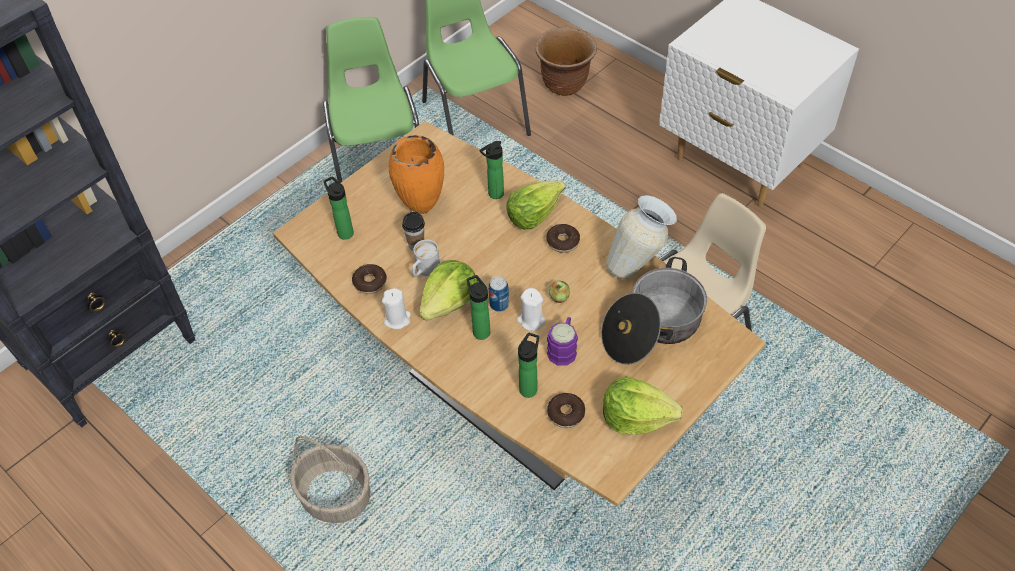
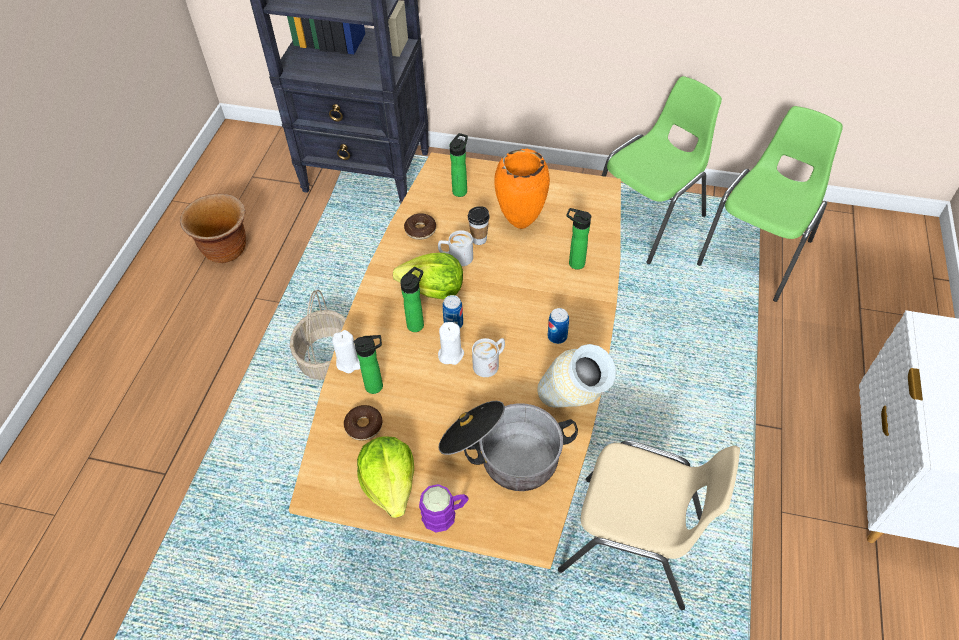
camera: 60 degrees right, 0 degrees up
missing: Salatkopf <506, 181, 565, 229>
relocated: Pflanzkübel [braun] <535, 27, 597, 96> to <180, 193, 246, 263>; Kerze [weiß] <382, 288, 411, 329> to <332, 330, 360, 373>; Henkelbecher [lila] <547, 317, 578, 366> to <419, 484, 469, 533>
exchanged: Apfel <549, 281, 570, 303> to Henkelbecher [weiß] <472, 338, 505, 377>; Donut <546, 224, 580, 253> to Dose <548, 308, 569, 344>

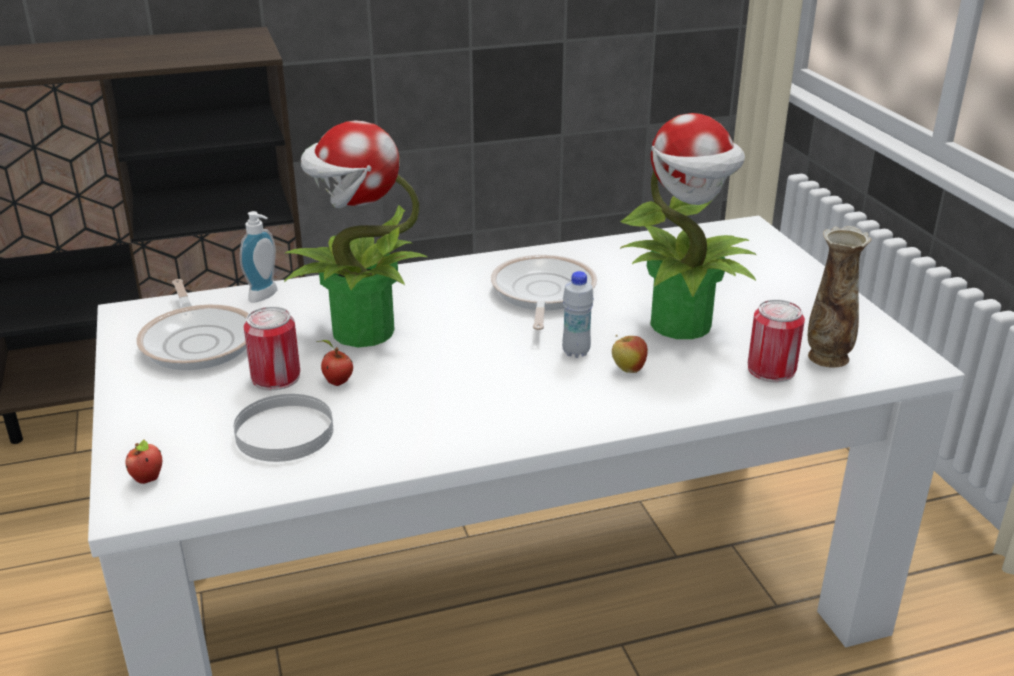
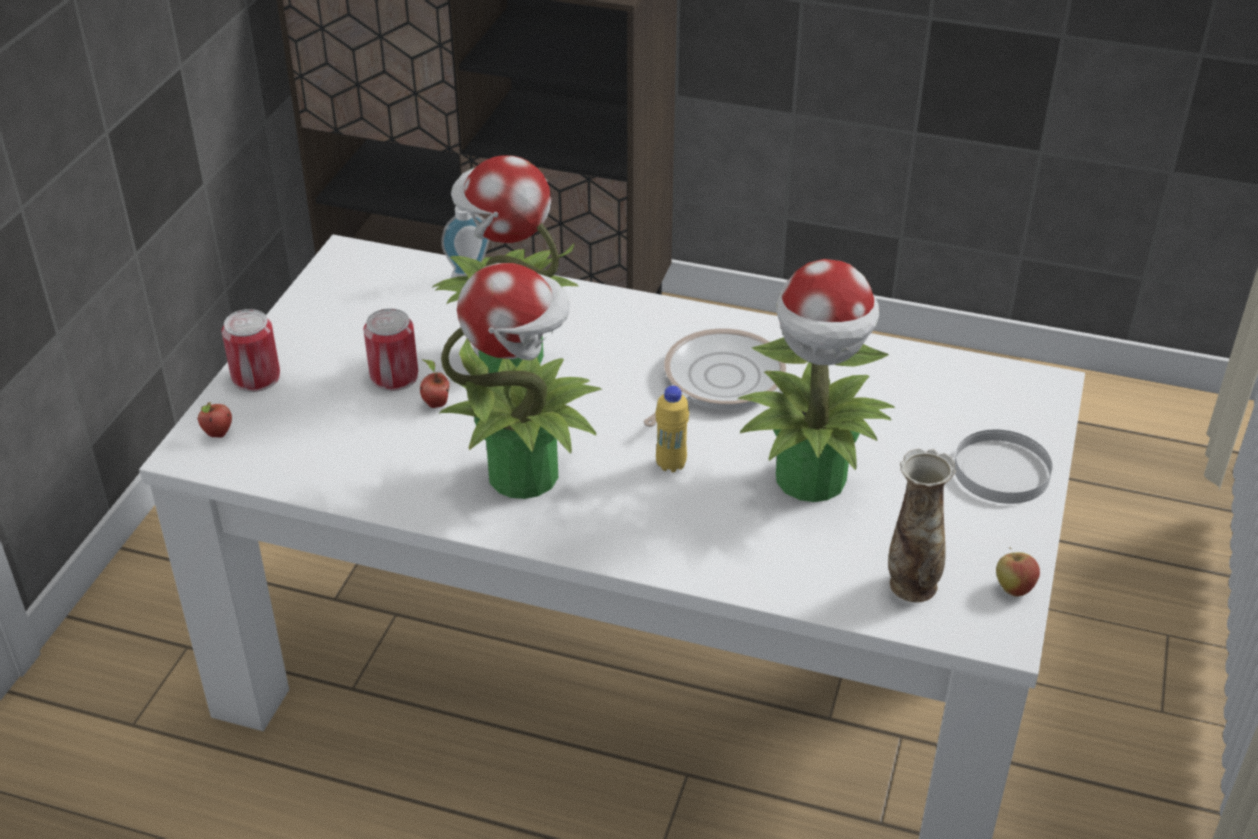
camera: 35 degrees right, 10 degrees up
missing: Pfanne <136, 279, 249, 370>
appeared: Topfpflanze <439, 263, 602, 499>
relocated: Dose <748, 299, 805, 382> to <222, 309, 280, 392>; Teller [weiß] <234, 394, 333, 462> to <954, 430, 1052, 504>; Apfel <612, 335, 648, 373> to <996, 547, 1040, 597>
colour: Flasche [weiß] <562, 271, 594, 358> to Flasche [gelb] <655, 386, 689, 472>

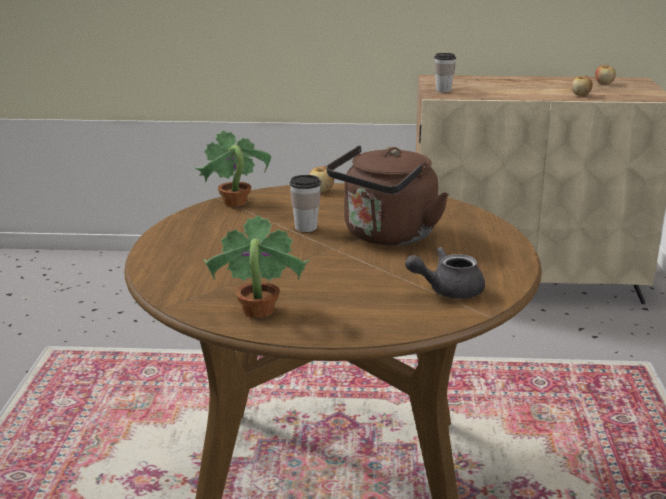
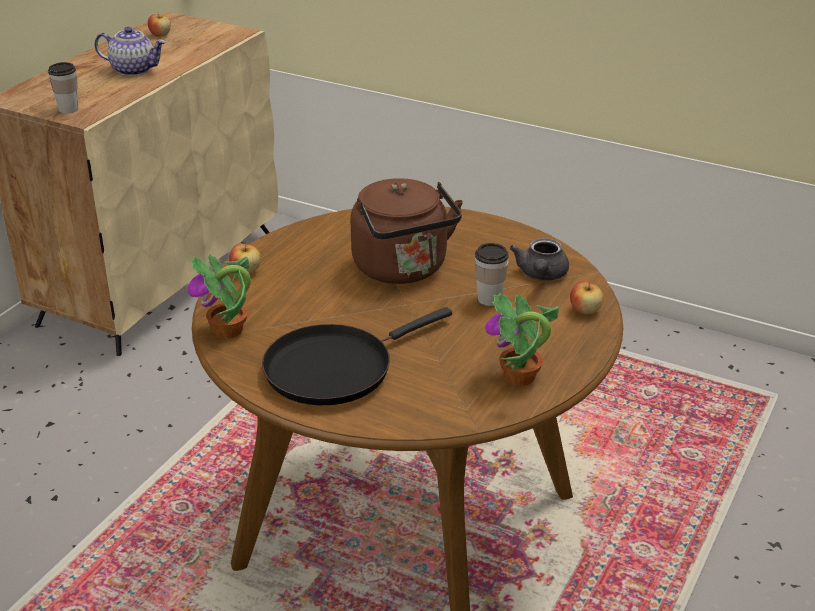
camera: 65 degrees left, 10 degrees up
appeared: Teekanne <95, 27, 166, 76>; Pfanne [schwarz] <262, 307, 452, 405>
relocated: Tasse <289, 175, 321, 232> to <474, 243, 509, 306>; Apfel <571, 75, 593, 96> to <570, 280, 604, 314>

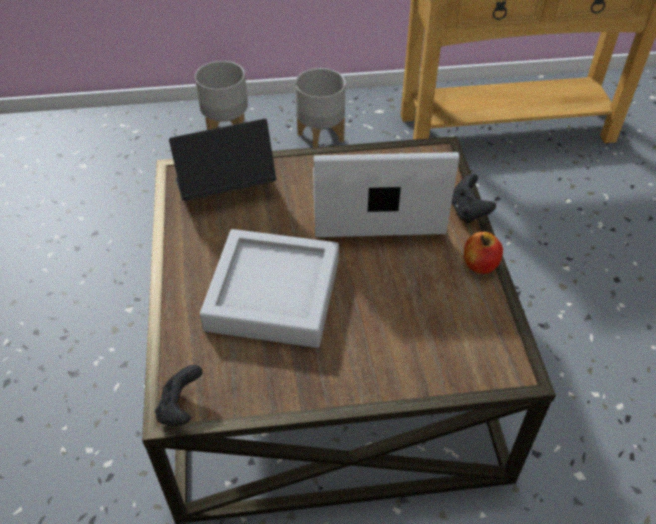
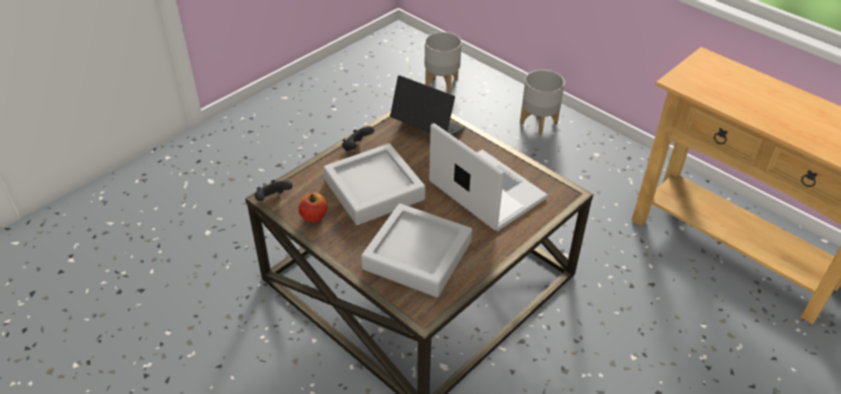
camera: 50 degrees right, 5 degrees down
appeared: Tablett [grau] <361, 203, 472, 297>
relocated: Apfel <464, 232, 503, 274> to <298, 193, 327, 222>; Gamepad [schwarz] <451, 174, 496, 223> to <342, 126, 374, 151>; Pflanzkübel [grau] <295, 68, 346, 148> to <425, 32, 462, 93>

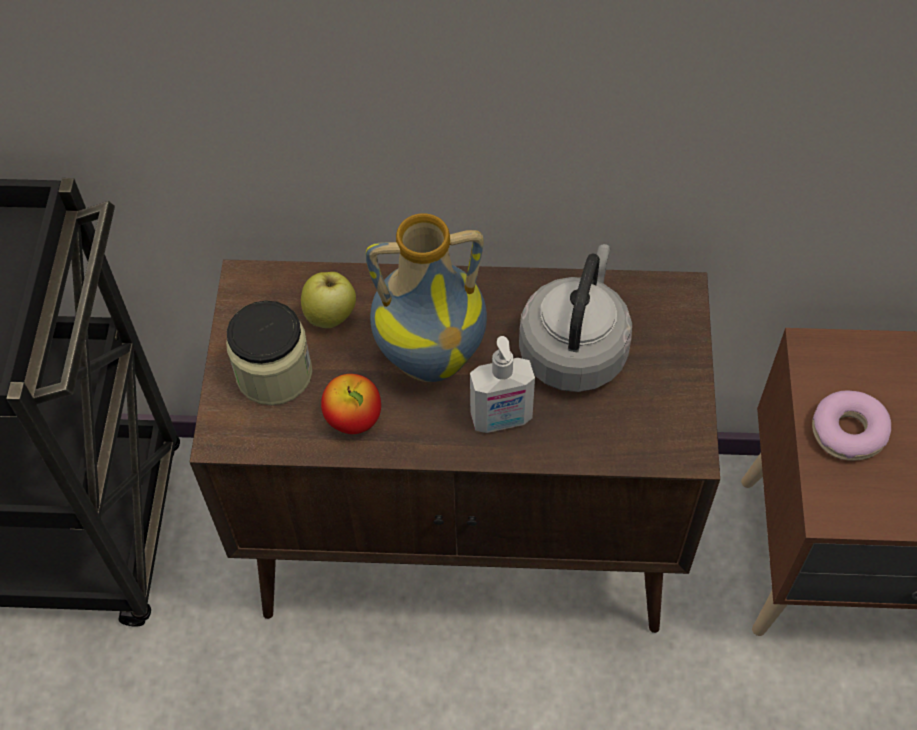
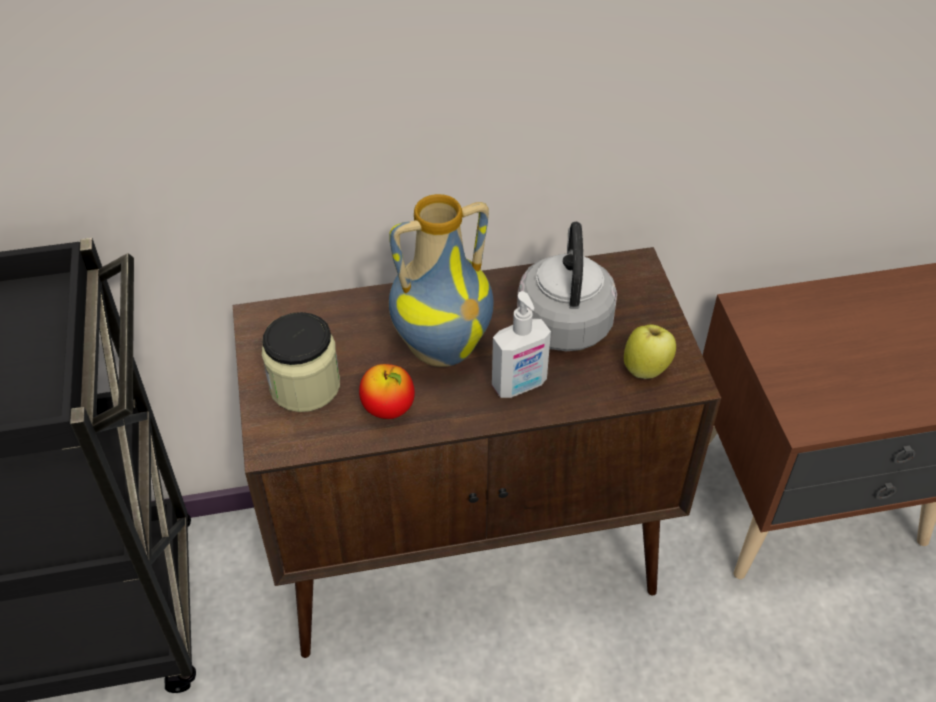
camera: 15 degrees left, 10 degrees down
missing: Donut <812, 391, 891, 461>
relocated: Apfel <301, 272, 356, 328> to <624, 324, 676, 379>

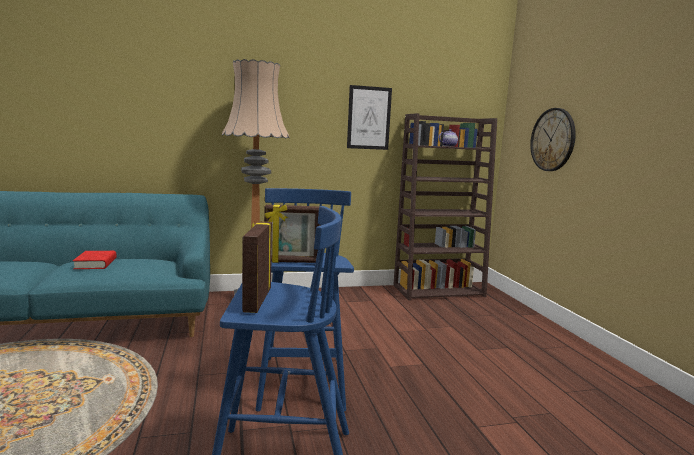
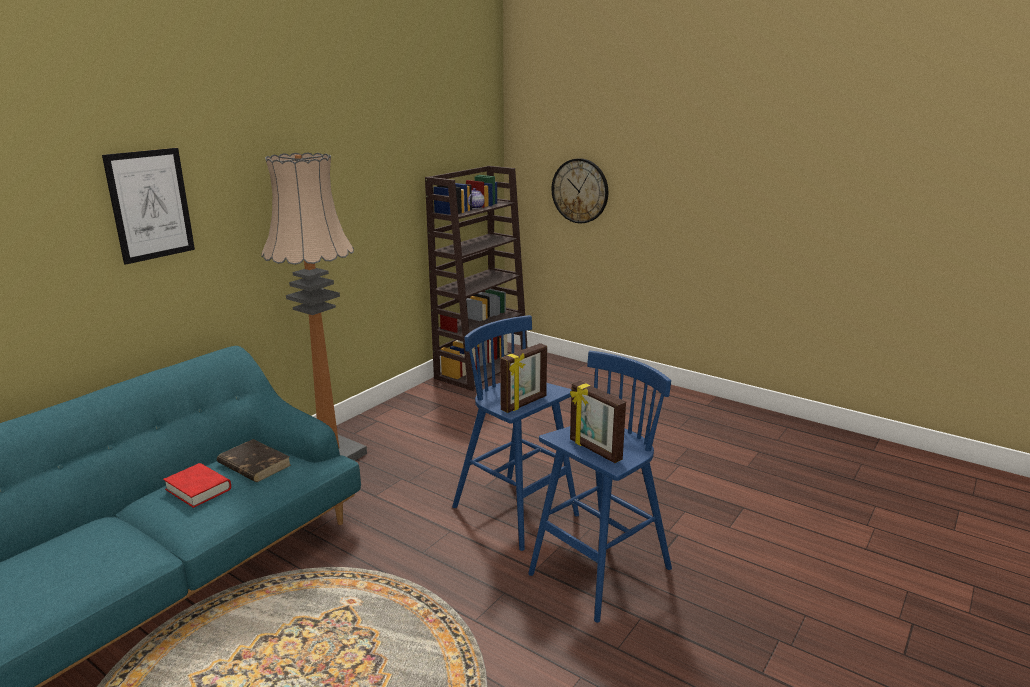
camera: 40 degrees left, 10 degrees up
appeared: Buch [braun] <217, 439, 291, 482>
relocated: Bild <347, 85, 392, 150> to <102, 148, 195, 265>

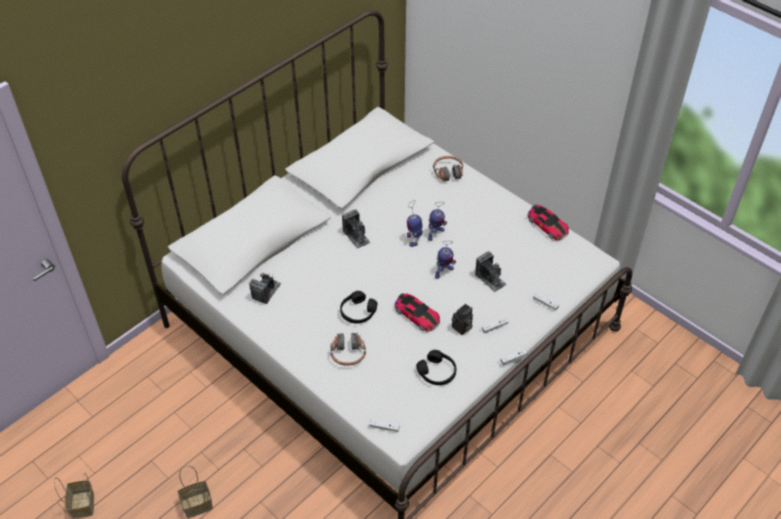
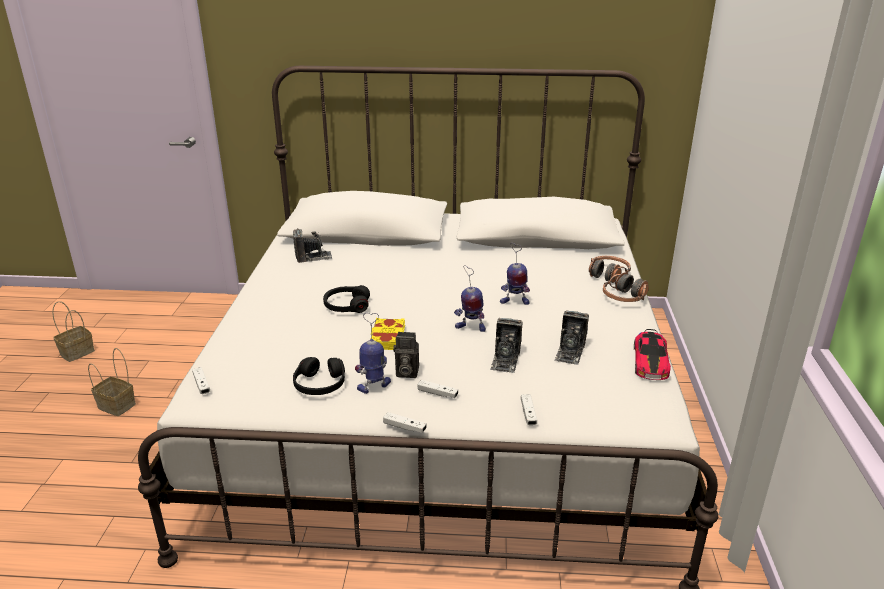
camera: 50 degrees right, 20 degrees down
relocated: Spielzeugroboter <407, 200, 423, 247> to <355, 313, 391, 394>; Kamera <342, 209, 370, 249> to <554, 310, 589, 365>; Kopfhörer <330, 333, 366, 366> to <603, 272, 649, 302>
exchanged: Spielzeugauto <395, 293, 440, 332> to Buch [gelb] <372, 318, 405, 350>

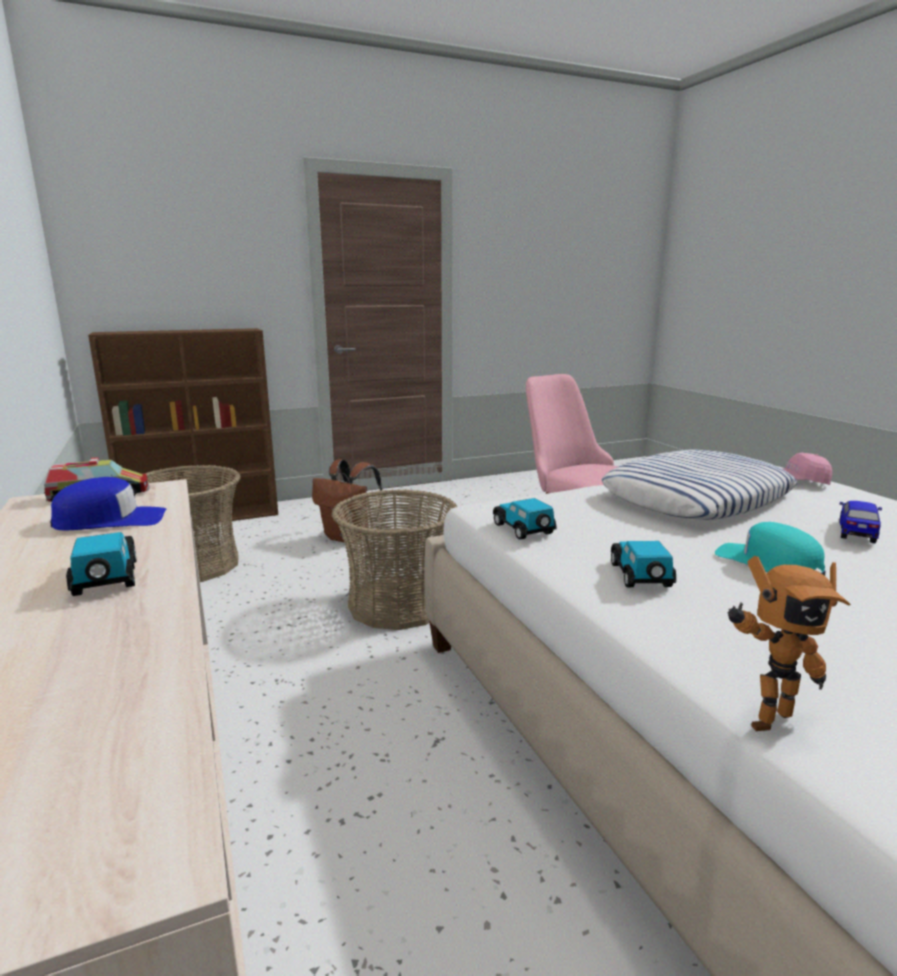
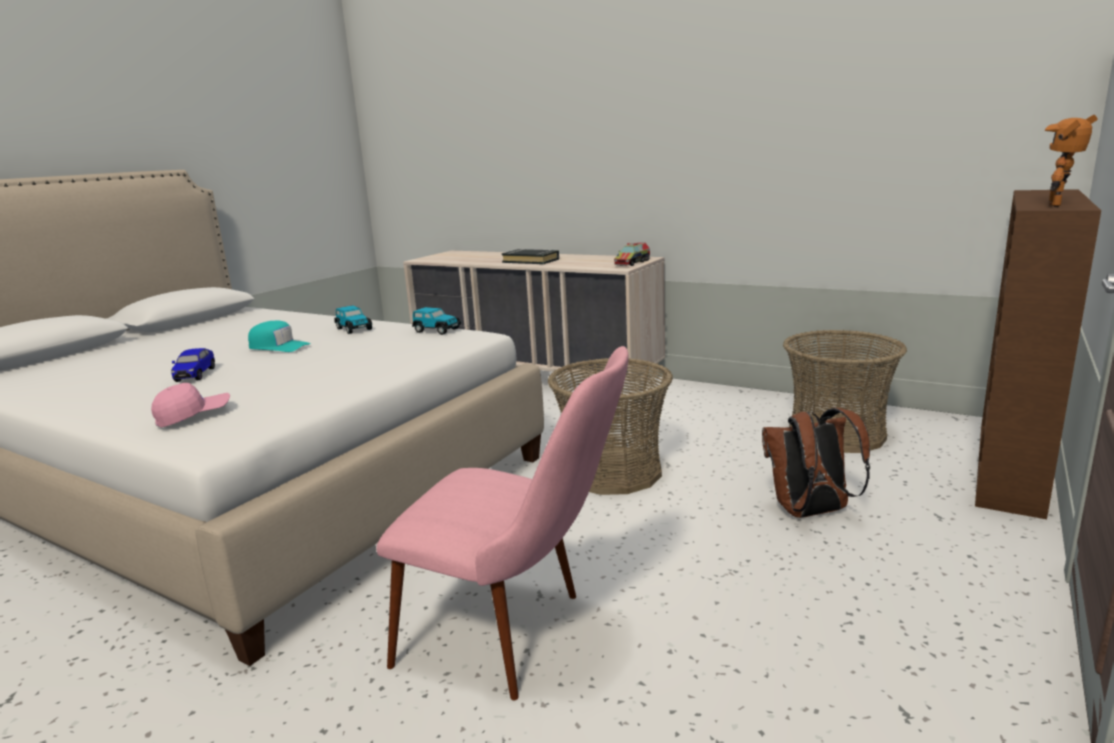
camera: 145 degrees right, 0 degrees up
missing: Kappe [blau] <50, 477, 166, 530>; Kissen <601, 449, 797, 520>
relocated: Spielzeugroboter <728, 556, 851, 731> to <1045, 115, 1098, 207>
exchanged: Spielzeugauto <66, 532, 136, 596> to Buch [schwarz] <502, 249, 559, 264>

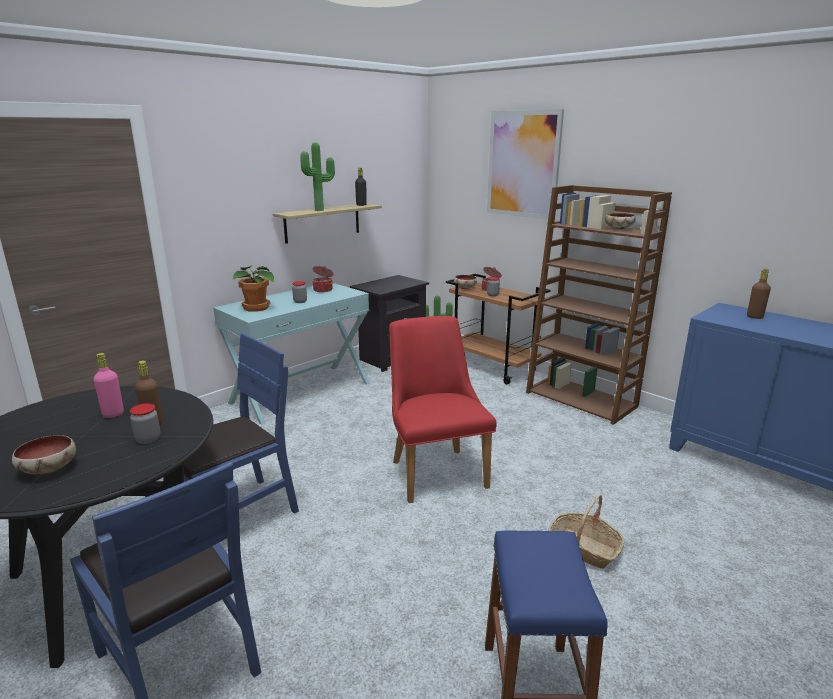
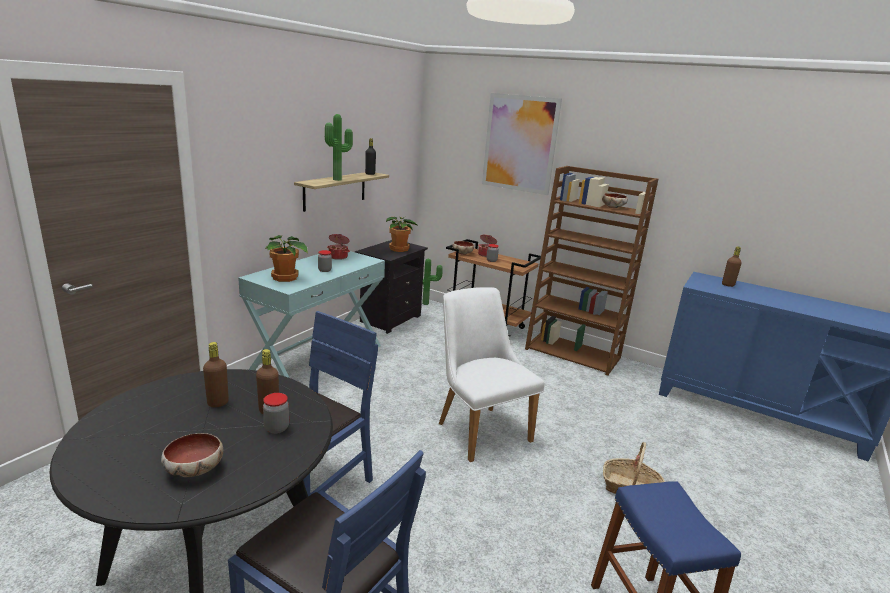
camera: 15 degrees left, 0 degrees up
appeared: Topfpflanze <386, 217, 418, 252>
colour: Flasche [rosa] <93, 353, 124, 418> to Flasche [braun] <203, 342, 229, 407>; Stuhl [rot] <389, 316, 497, 503> to Stuhl [weiß] <439, 287, 545, 462>

